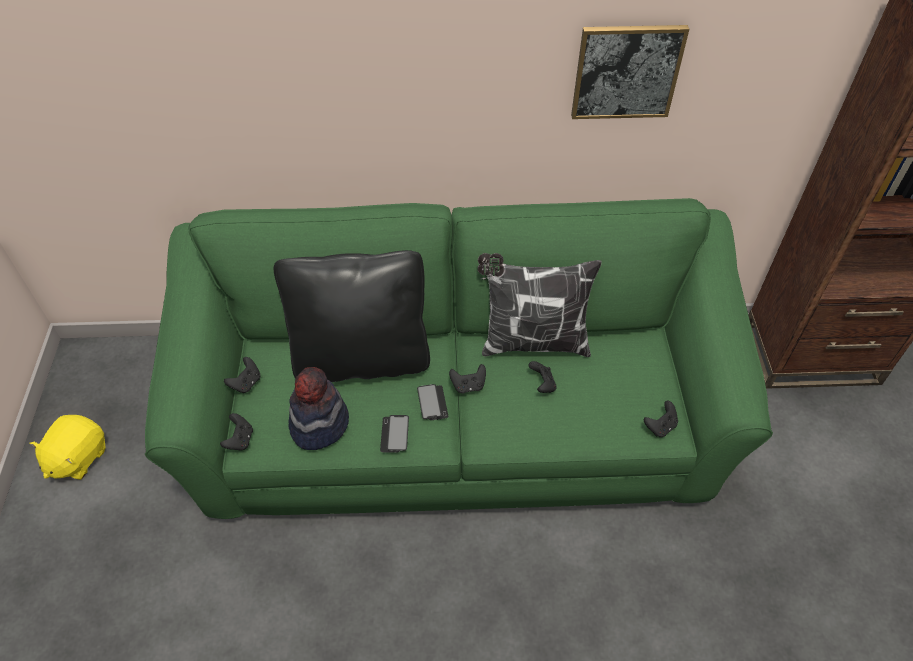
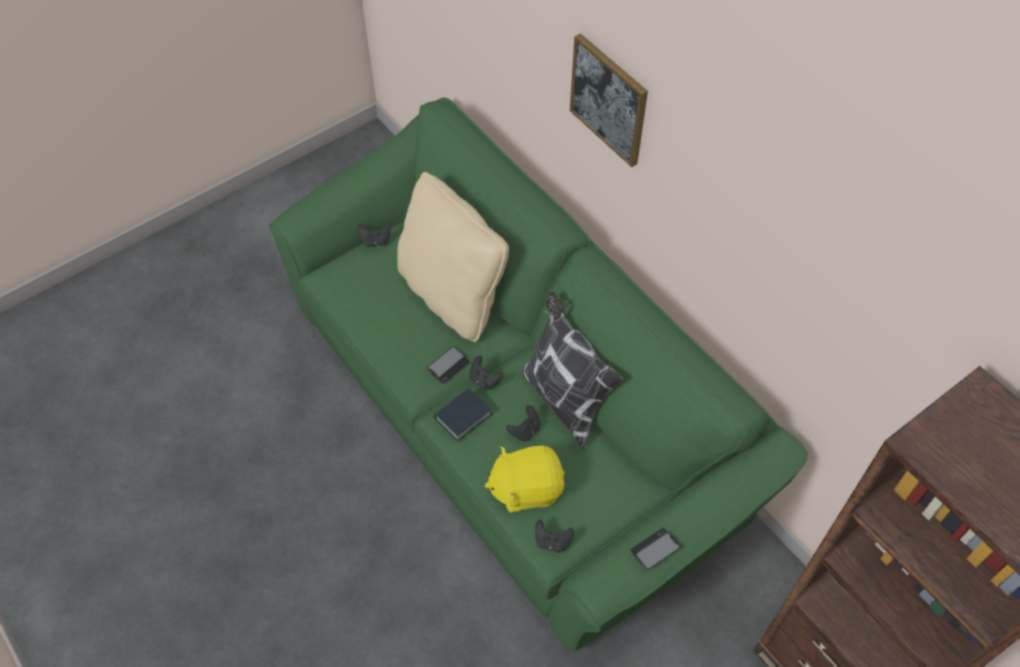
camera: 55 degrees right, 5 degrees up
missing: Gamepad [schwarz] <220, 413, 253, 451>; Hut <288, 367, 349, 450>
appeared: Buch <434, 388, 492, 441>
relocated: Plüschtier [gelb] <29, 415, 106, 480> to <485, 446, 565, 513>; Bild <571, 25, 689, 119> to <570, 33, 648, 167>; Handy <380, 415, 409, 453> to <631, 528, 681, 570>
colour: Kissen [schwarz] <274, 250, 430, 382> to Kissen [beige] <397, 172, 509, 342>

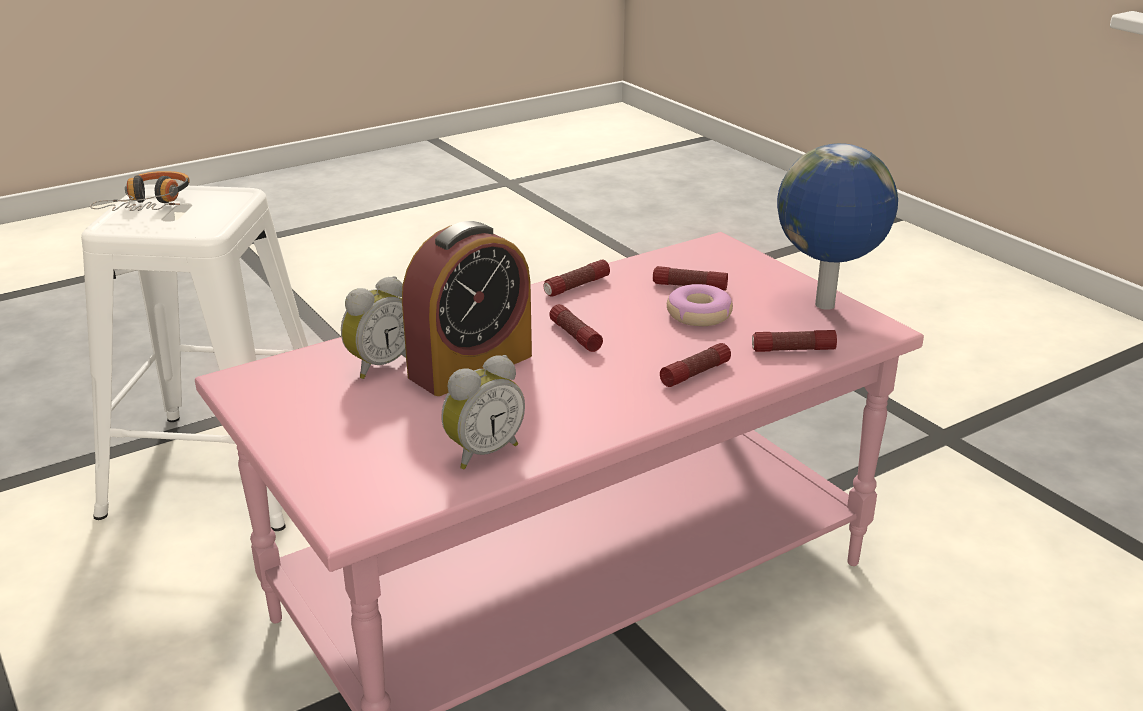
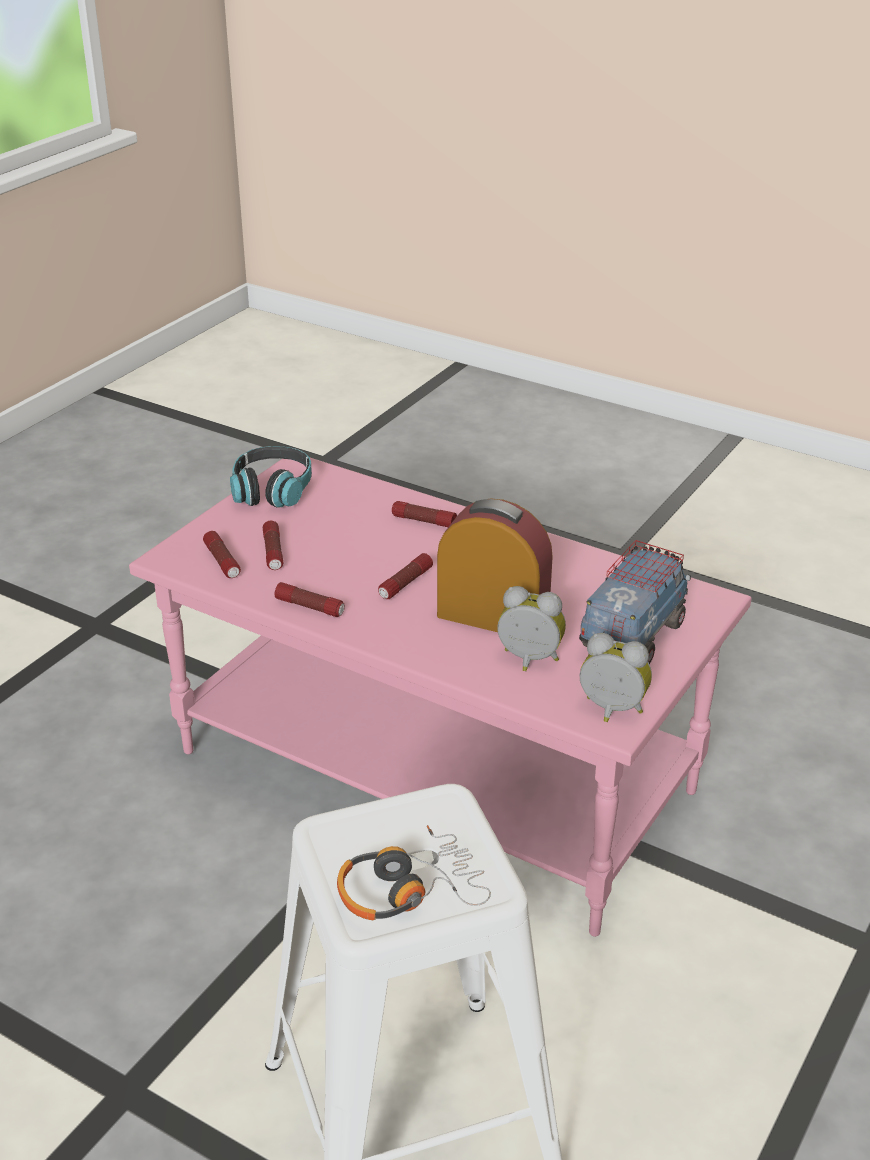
camera: 115 degrees left, 5 degrees up
missing: Donut <667, 284, 733, 326>
appeared: Spielzeuglaster <579, 540, 691, 664>
relocated: Taschenlampe <752, 330, 837, 352> to <203, 531, 241, 578>; Wecker <442, 355, 525, 469> to <580, 633, 652, 722>
exchanged: Globus <777, 143, 898, 310> to Kopfhörer <230, 446, 312, 508>

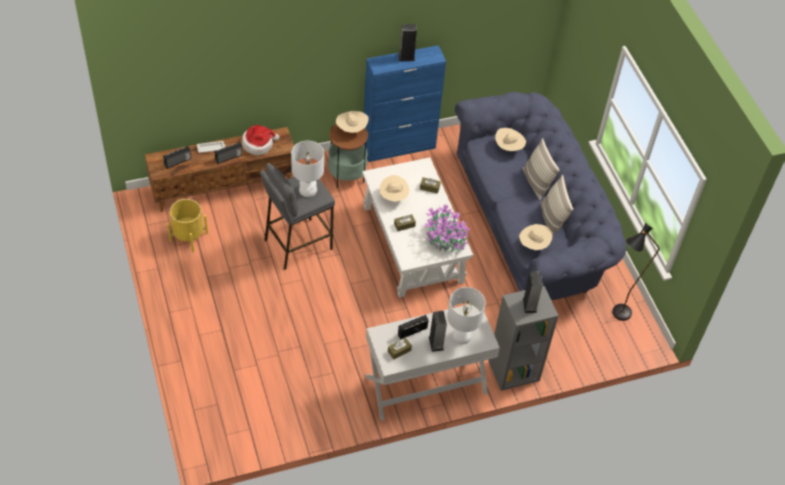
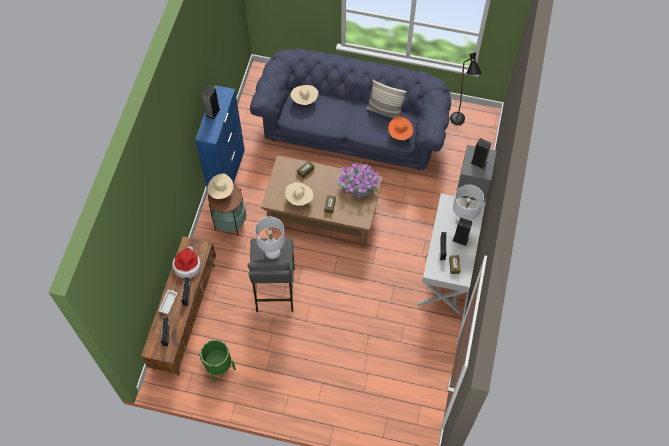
camera: 55 degrees left, 10 degrees up
missing: Kissen <523, 138, 560, 200>
colour: Pflanzkübel [gelb] <167, 199, 208, 252> to Pflanzkübel [grün] <199, 339, 236, 382>; Couchtisch [weiß] <362, 157, 473, 298> to Couchtisch [braun] <261, 155, 383, 247>; Hut [beige] <519, 224, 552, 250> to Hut [orange] <388, 116, 413, 140>

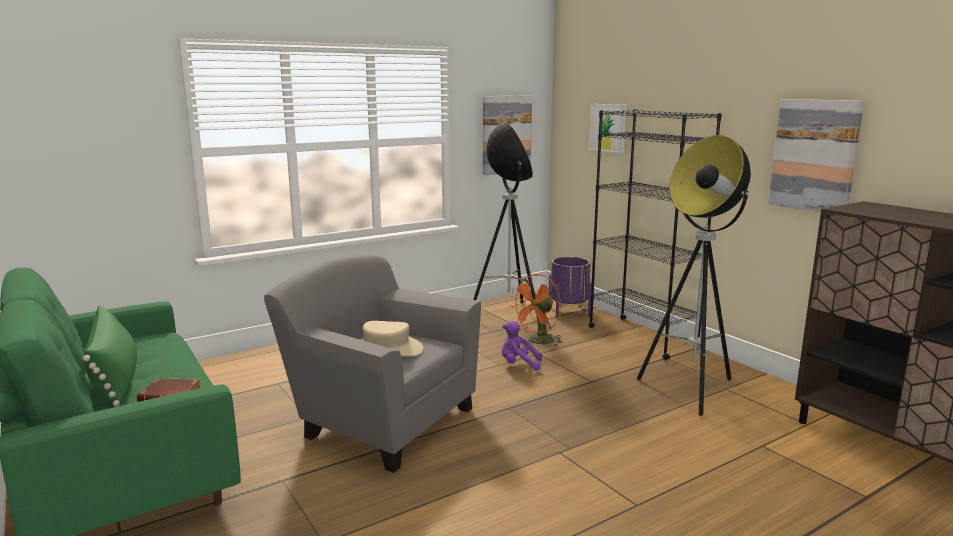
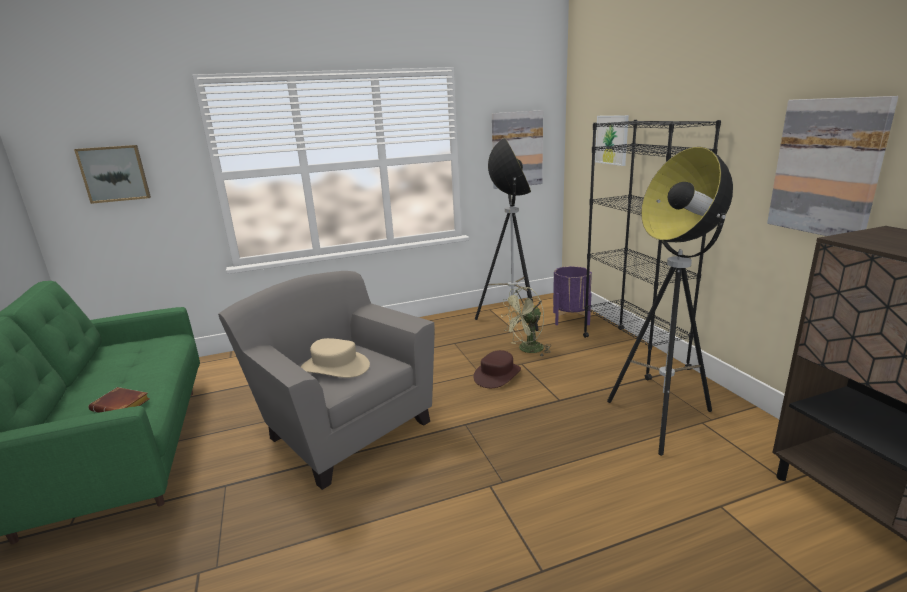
camera: 15 degrees right, 5 degrees up
missing: Kissen [grün] <83, 305, 137, 406>
appeared: Bild <74, 145, 151, 204>
exchanged: Plüschtier [lila] <502, 321, 542, 371> to Hut [braun] <474, 350, 521, 388>
colour: Ventilator [orange] <509, 274, 563, 347> to Ventilator [grün] <501, 287, 551, 356>

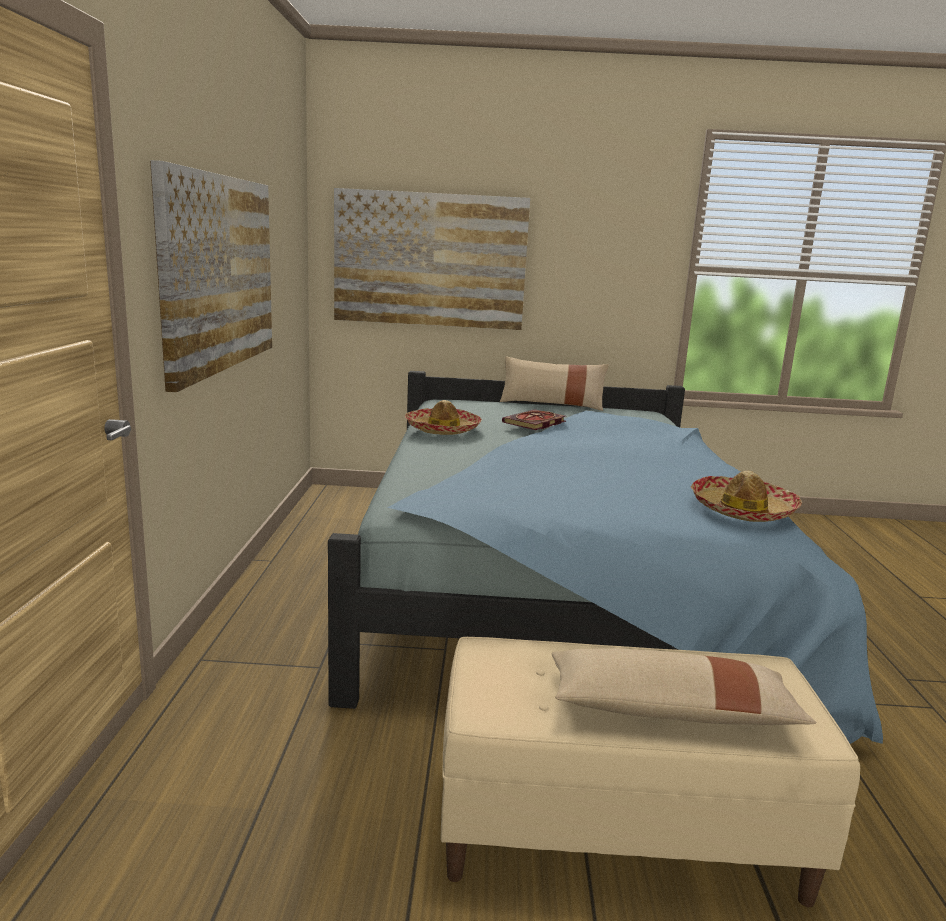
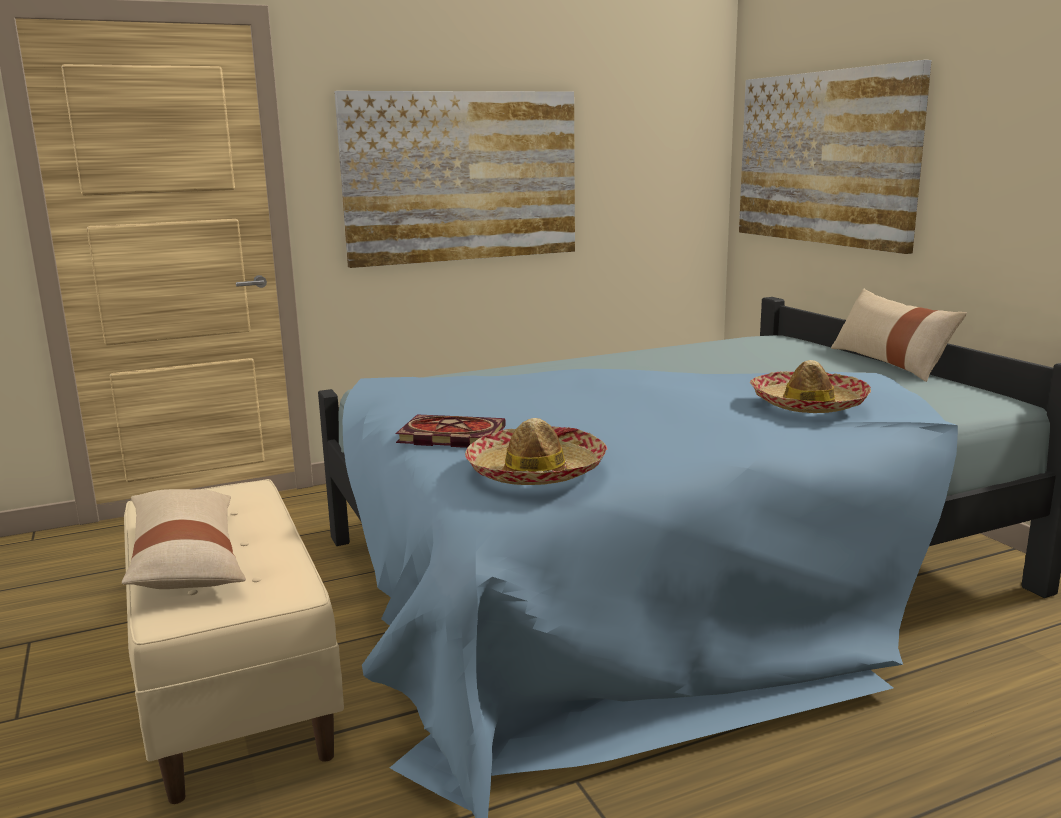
camera: 65 degrees right, 0 degrees up
relocated: Buch <502, 409, 566, 430> to <395, 414, 506, 448>; Hut <405, 400, 482, 435> to <750, 360, 871, 413>

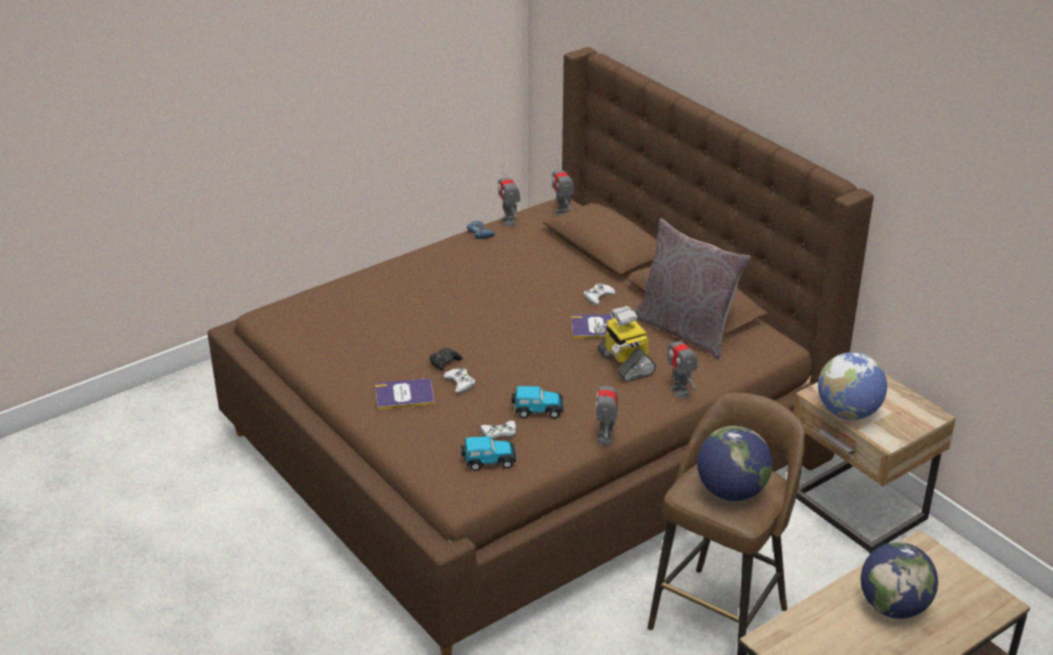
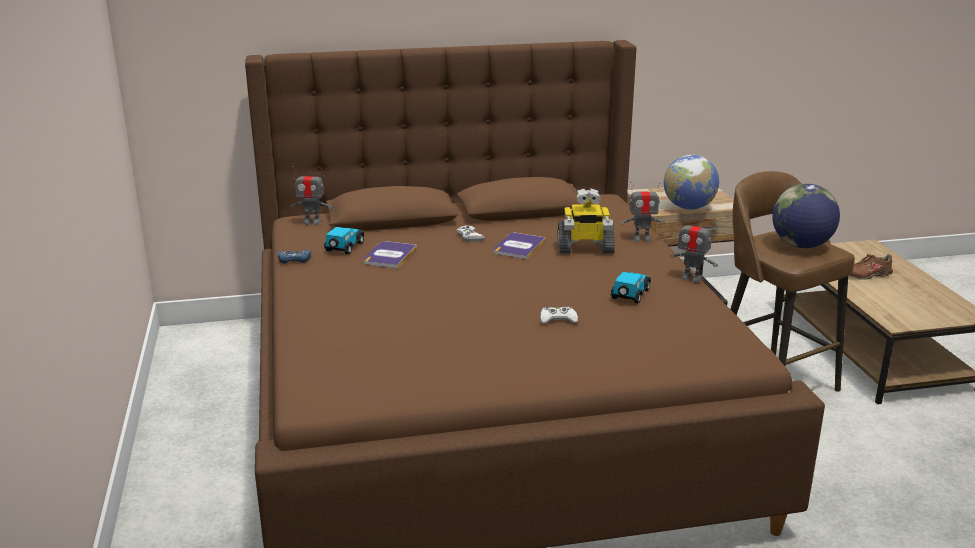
camera: 65 degrees left, 10 degrees down
missing: Gamepad [schwarz] <430, 348, 462, 371>; Gamepad [weiß] <480, 421, 516, 440>; Spielzeugroboter <498, 166, 520, 226>; Kissen [grau] <635, 219, 751, 359>
relocated: Spielzeugauto <461, 436, 516, 471> to <324, 227, 364, 254>; Buch <375, 378, 435, 410> to <363, 241, 417, 268>
exchanged: Globus <860, 542, 938, 619> to Schuh [braun] <849, 254, 894, 280>

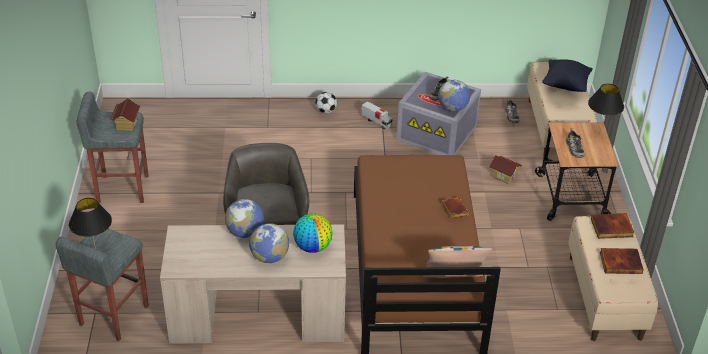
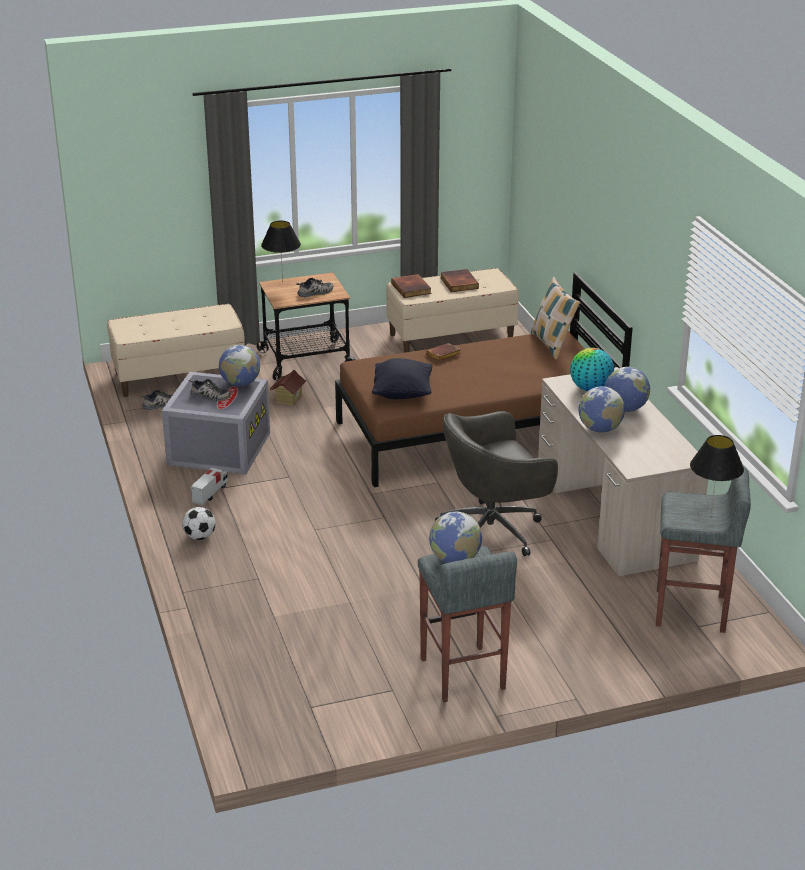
camera: 105 degrees left, 10 degrees down
relocated: Kissen [schwarz] <542, 59, 593, 92> to <372, 358, 433, 399>
exchanged: Spielzeughaus <110, 98, 141, 131> to Globus <429, 512, 482, 563>

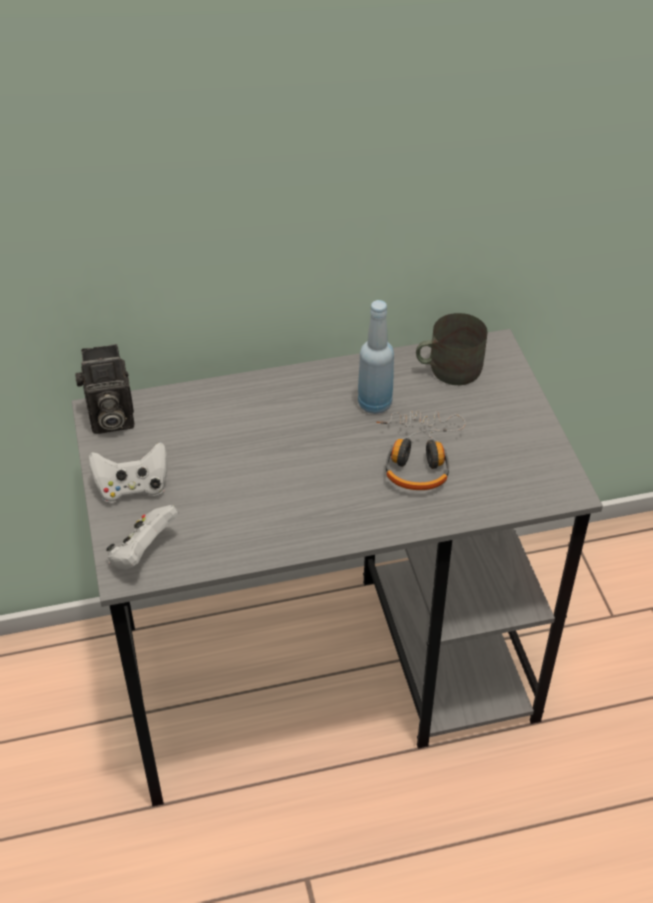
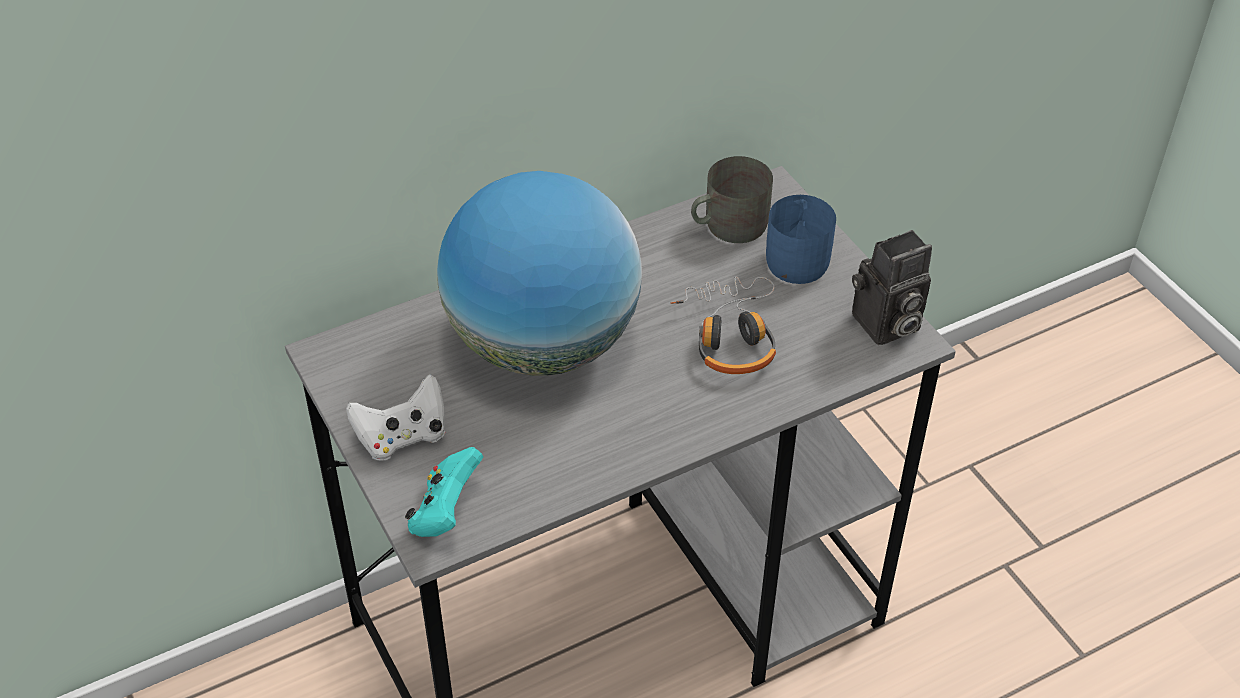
camera: 15 degrees left, 0 degrees up
missing: Flasche [blau] <358, 300, 394, 414>
appeared: Globus <437, 171, 642, 376>; Henkelbecher [blau] <766, 195, 836, 284>
relocated: Kamera <75, 344, 134, 434> to <852, 230, 932, 345>
colour: Gamepad [weiß] <106, 505, 179, 570> to Gamepad [türkis] <405, 447, 483, 537>

